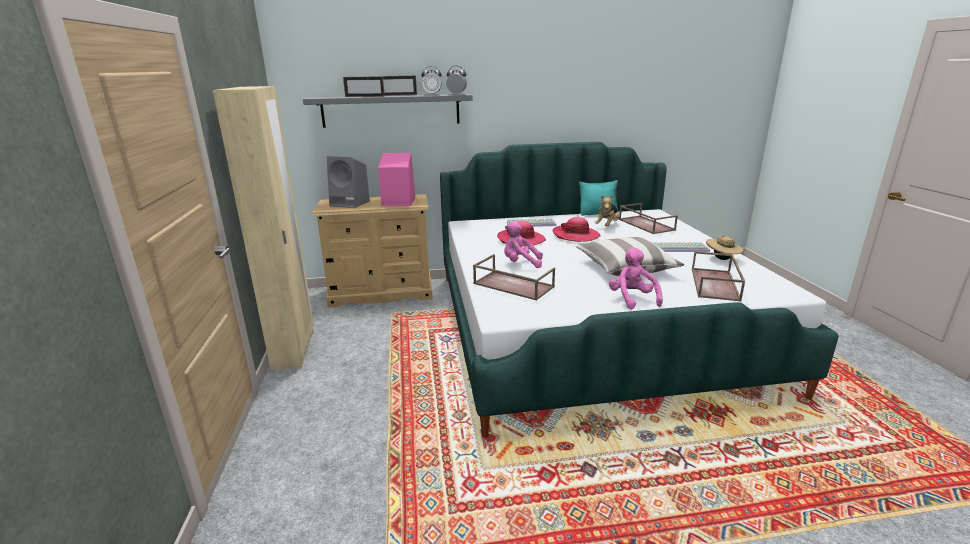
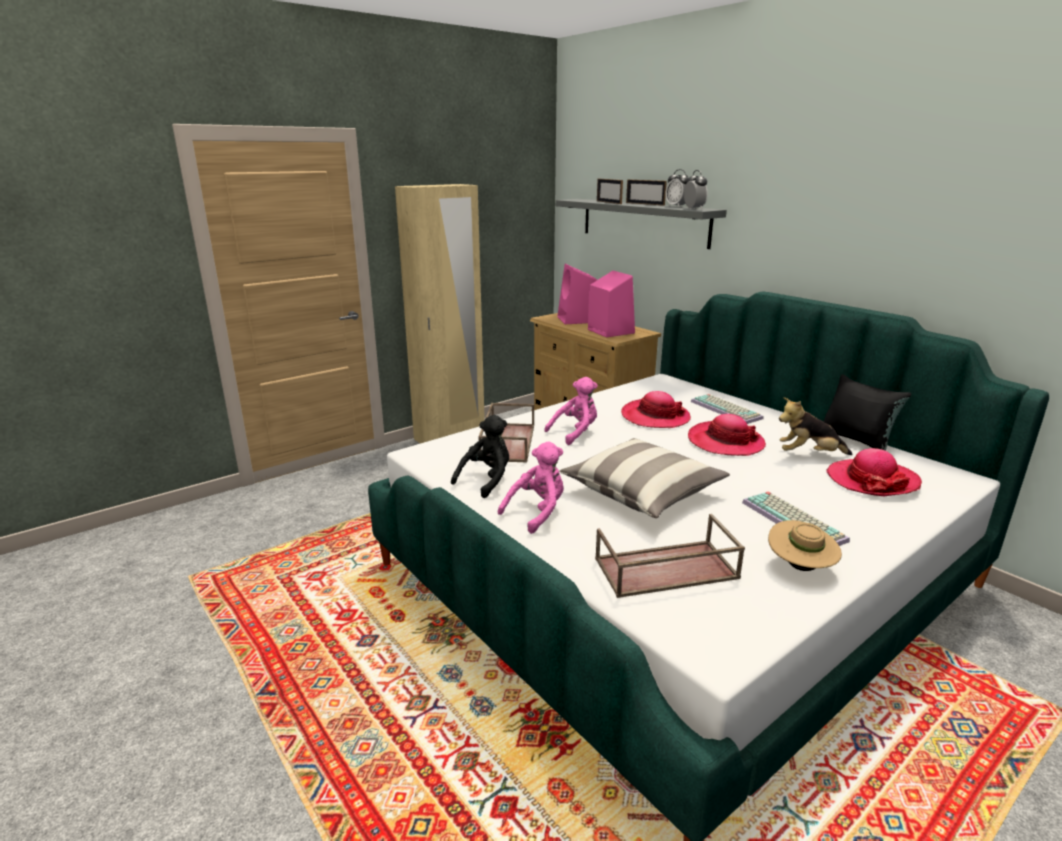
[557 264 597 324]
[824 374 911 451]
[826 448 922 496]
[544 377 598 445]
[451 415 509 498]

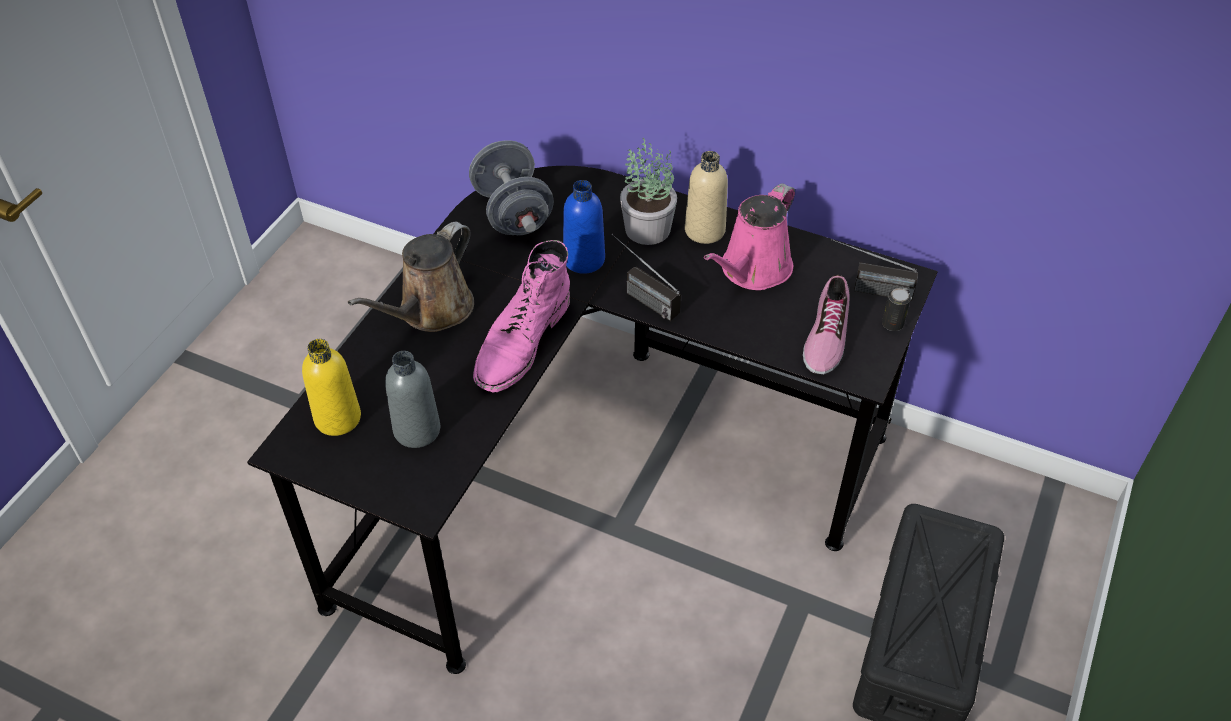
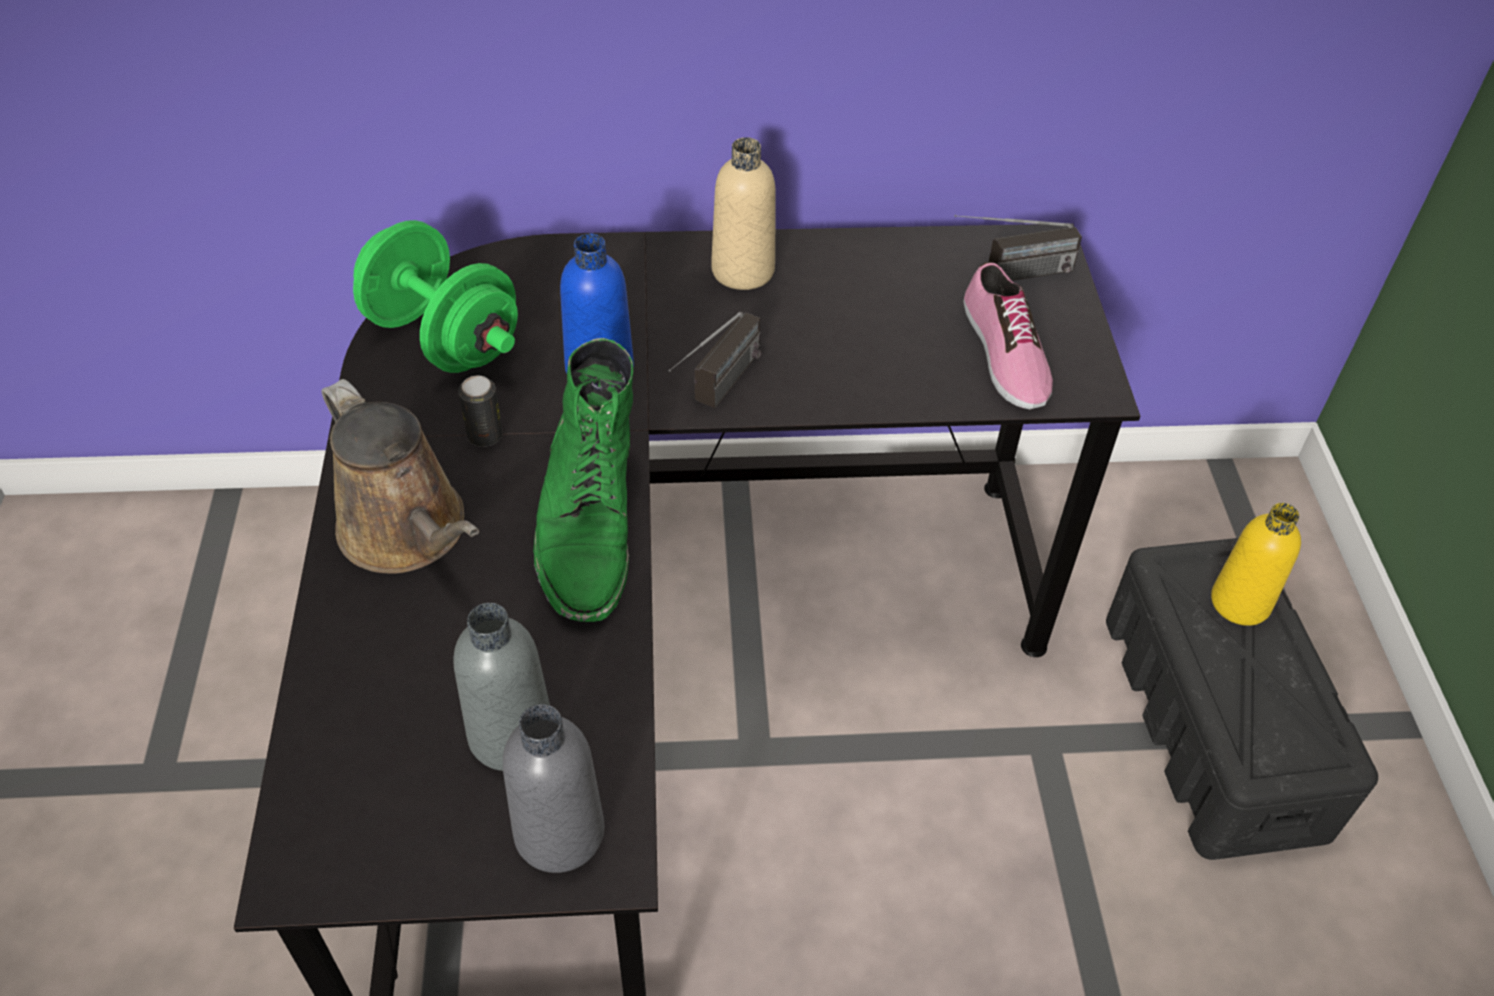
[620 138 677 245] (first image)
[353 220 518 373]
[704 183 795 290] (first image)
[321 379 479 573]
[668 312 762 408]
[533 338 633 622]
[458 375 503 447]
[1211 503 1301 626]
[503 704 604 873]

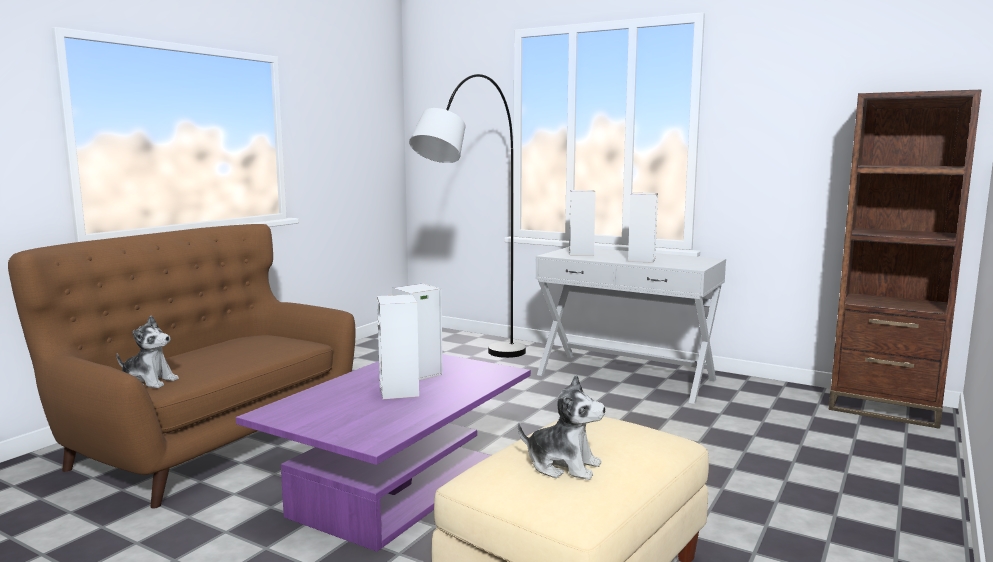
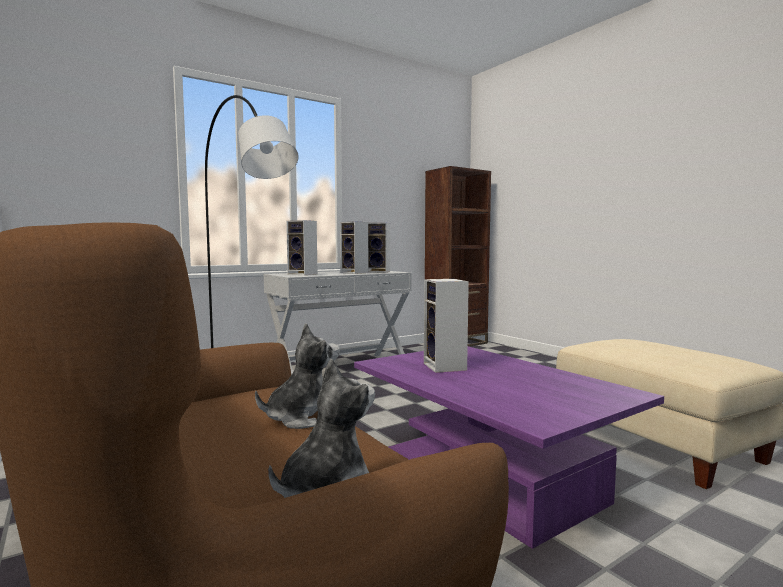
[368 223 390 272]
[255 323 340 429]

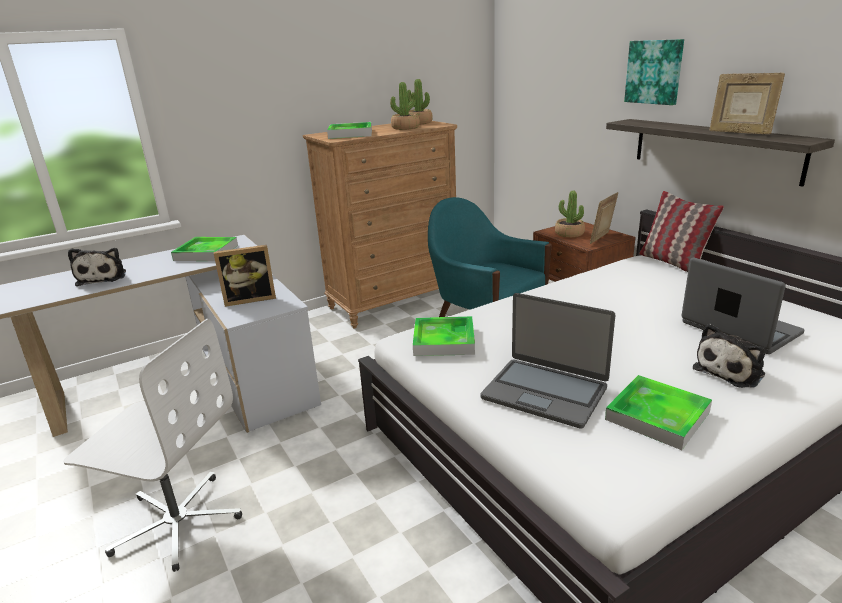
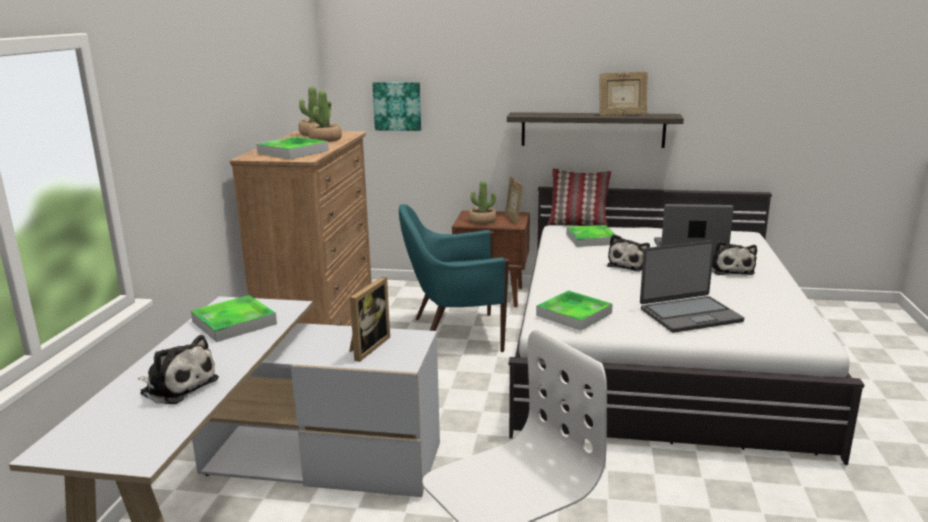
[372 82 421 131]
[566 225 616 247]
[607 234 650 272]

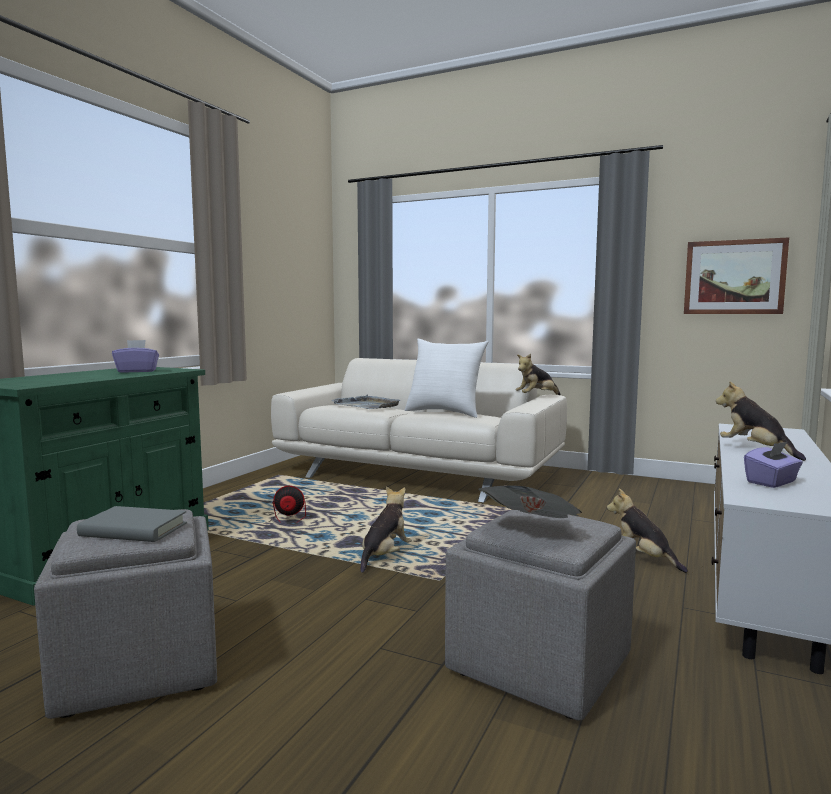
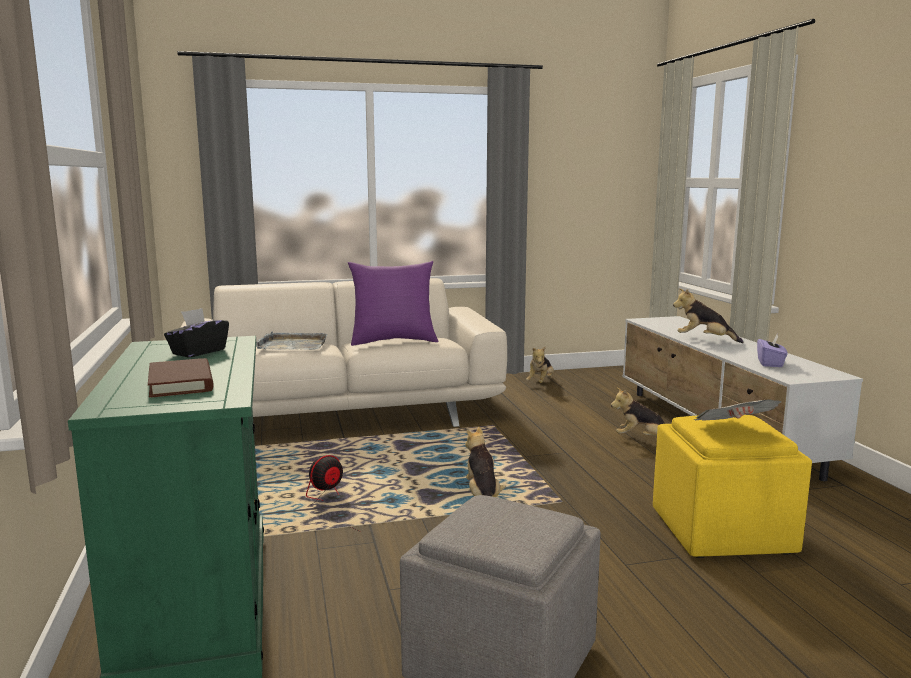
[684 237 789 314] (first image)
[348 261 438 346]
[164 308 229 358]
[526 346 554 383]
[77 506 187 542] (first image)
[653 415 812 558]
[148 358 214 398]

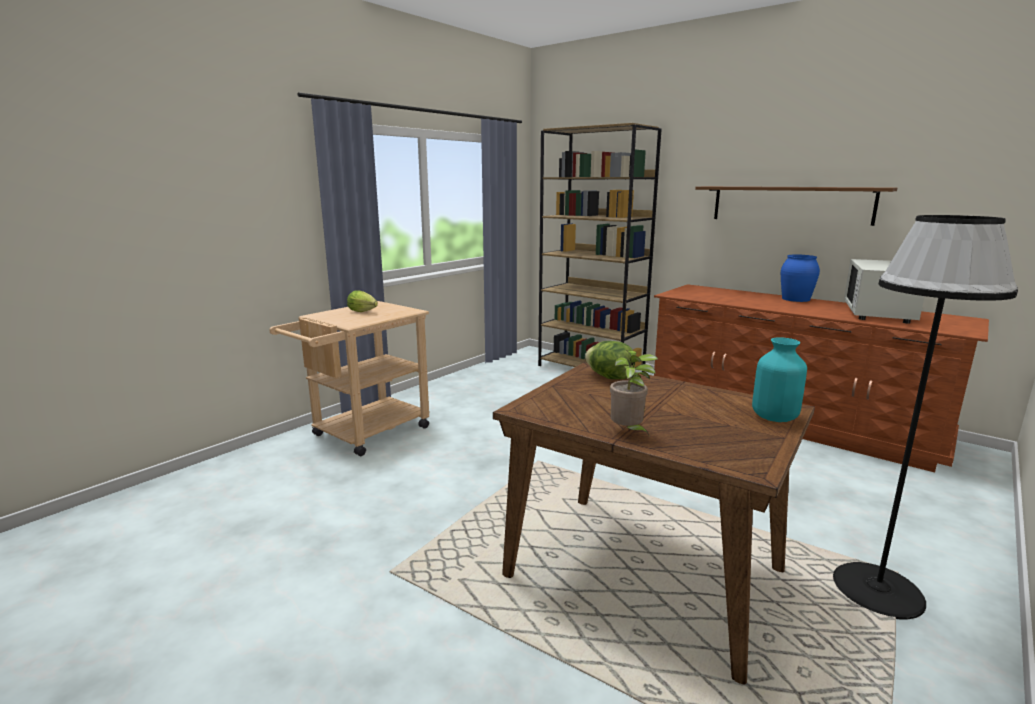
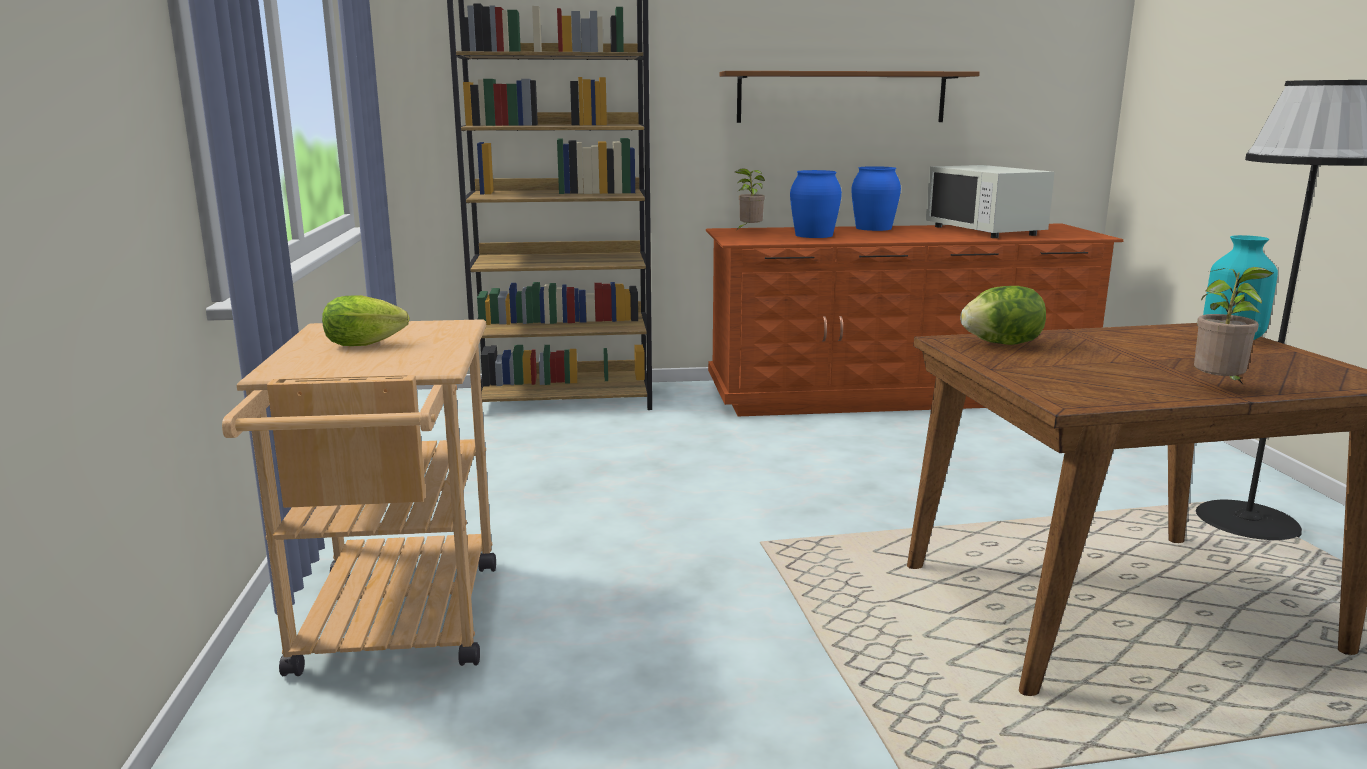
[735 169 765 230]
[790 170 842 238]

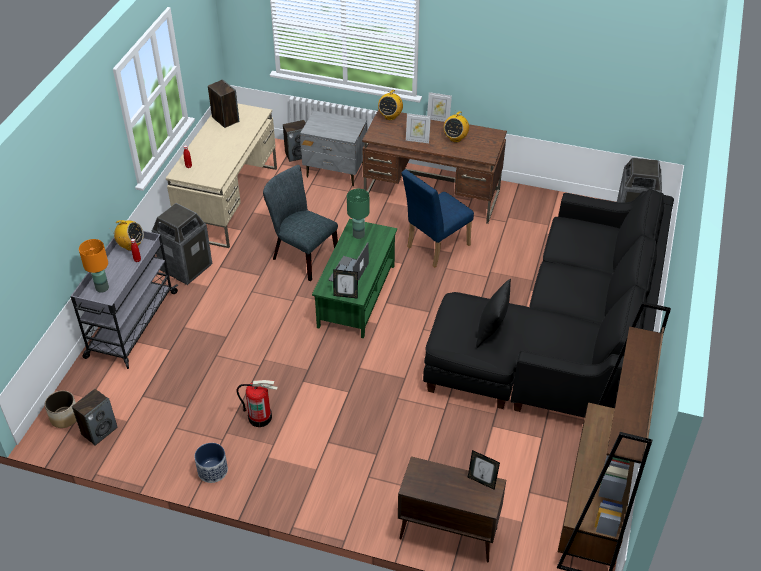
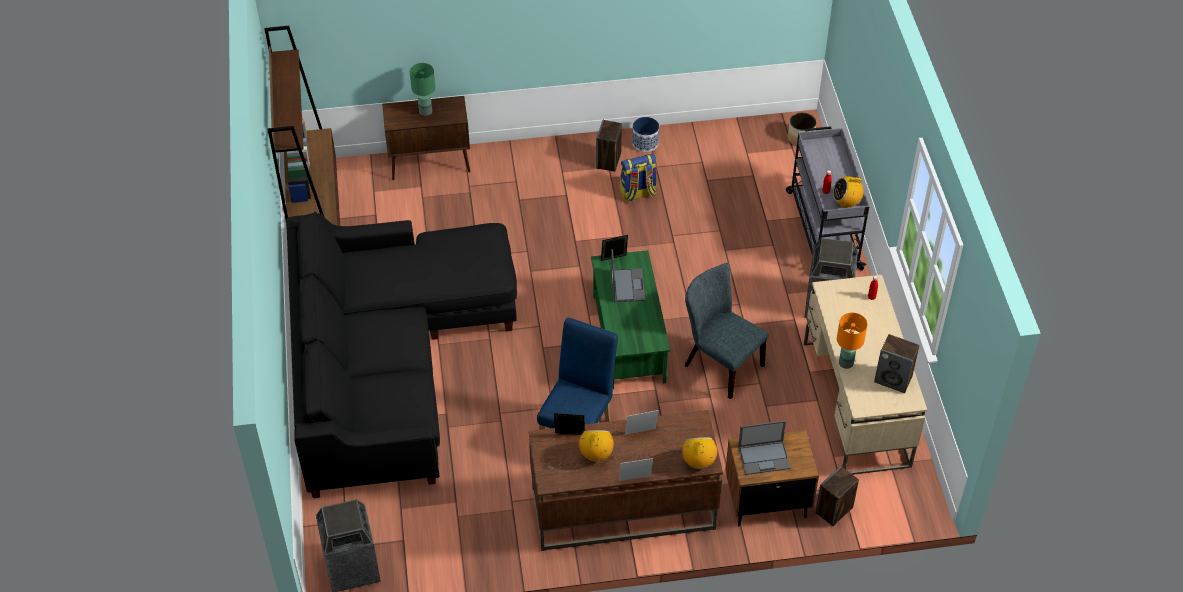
[725 430 819 526]
[685 263 768 399]
[410 63 435 116]
[837 313 867 369]
[476 279 511 348] (first image)
[620 154 657 202]
[596 120 622 172]
[554 413 585 435]
[738 420 791 475]

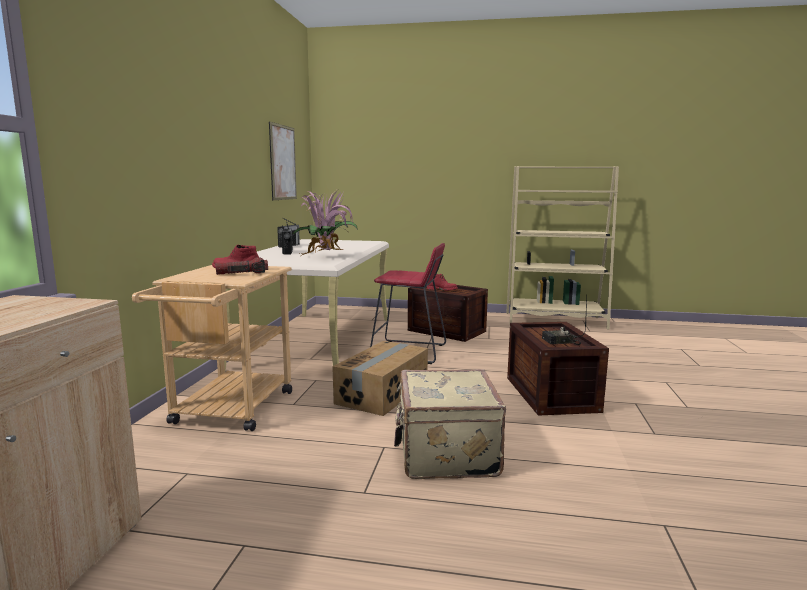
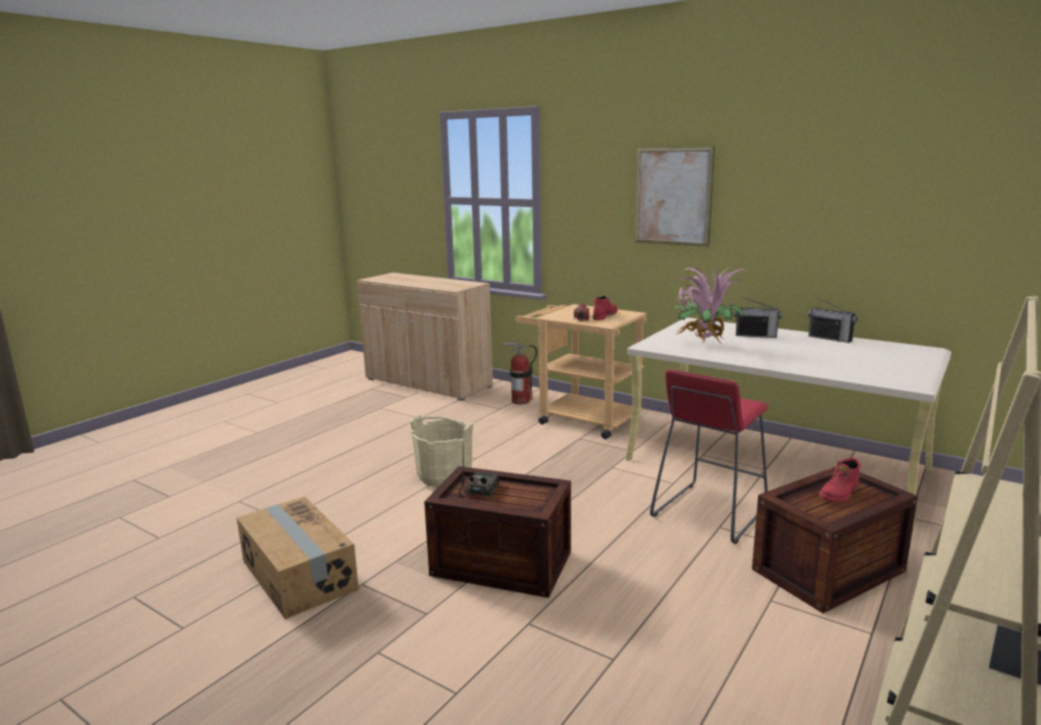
[635 147 715 247]
[237 497 359 619]
[410 415 474 487]
[502 343 537 404]

